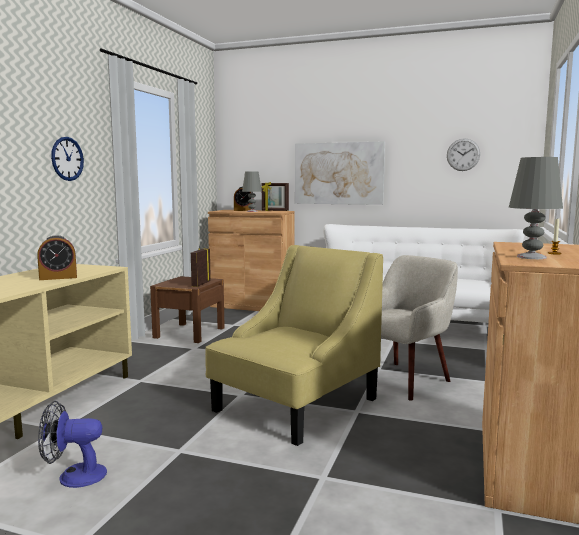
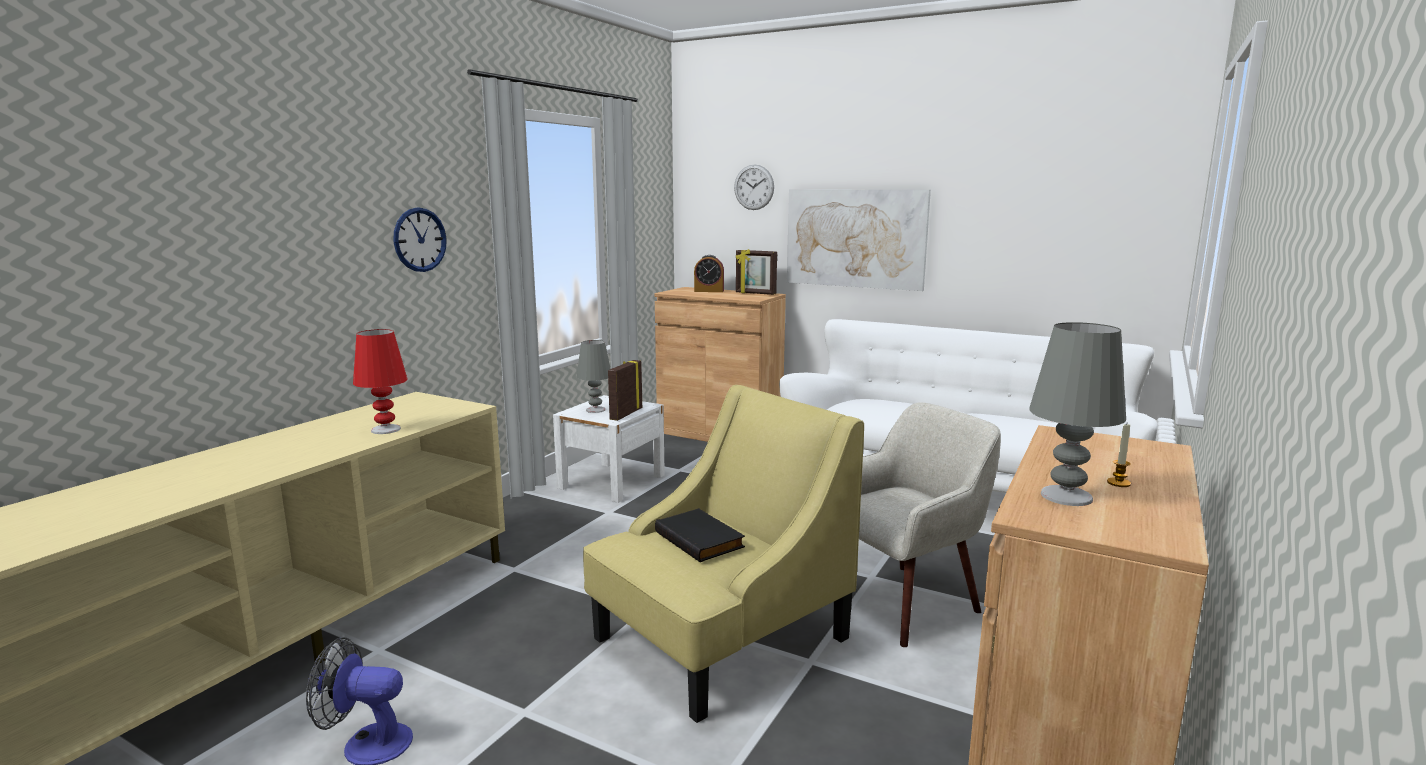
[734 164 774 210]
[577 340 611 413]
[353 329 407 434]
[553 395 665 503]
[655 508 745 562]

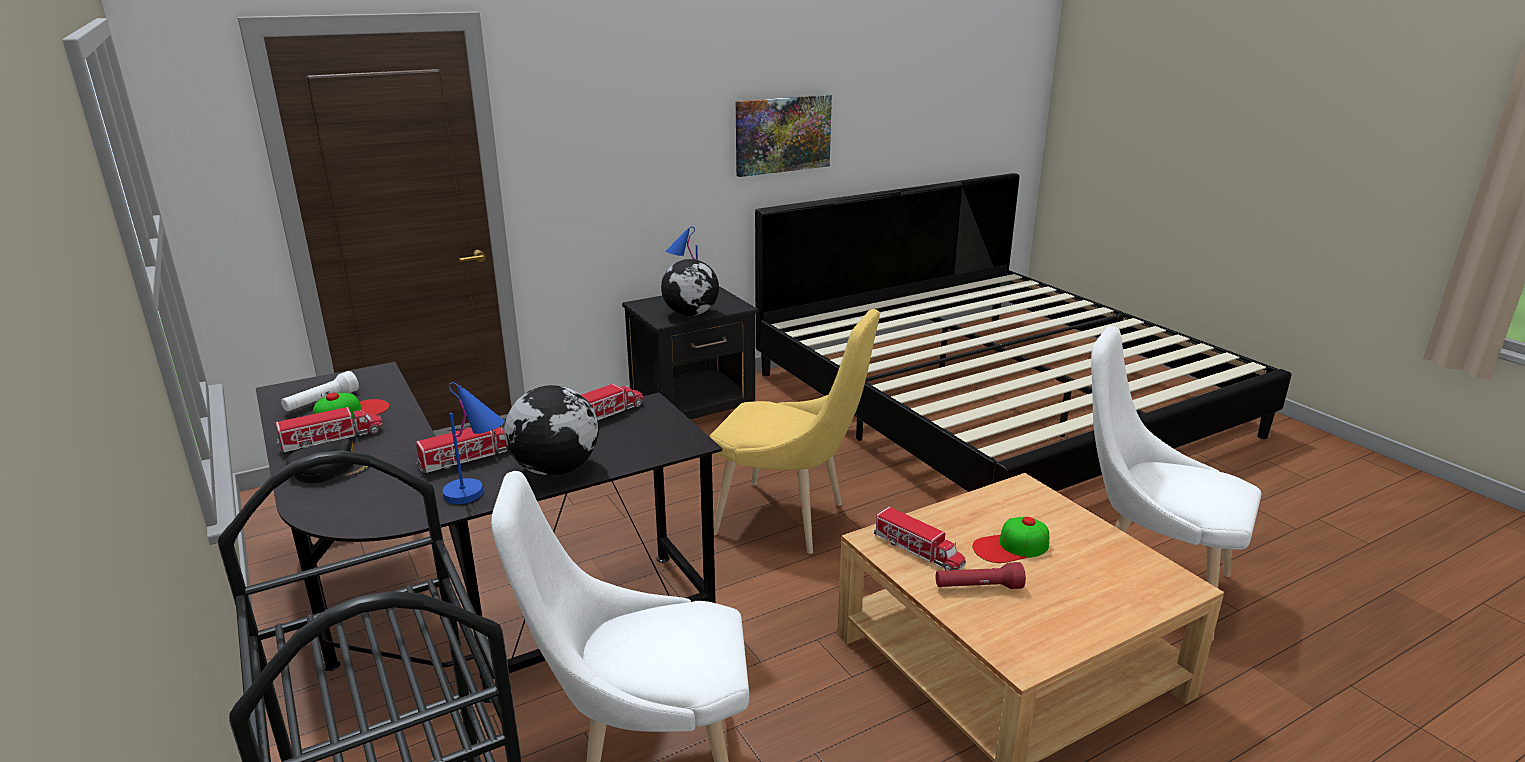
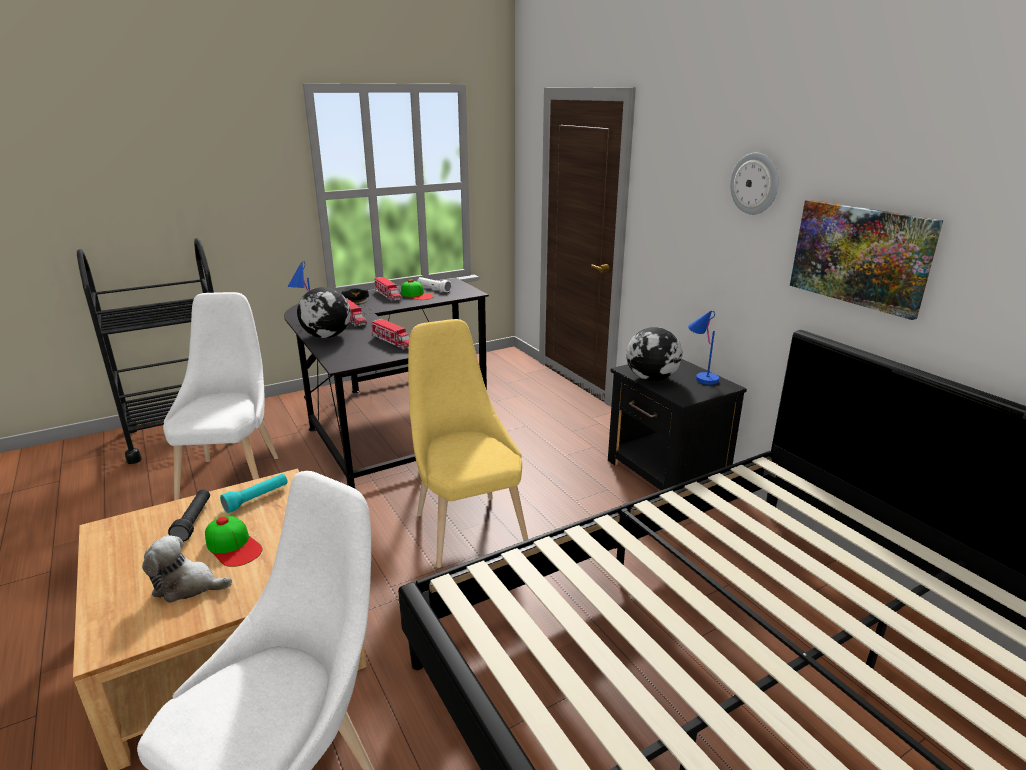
[408 319 528 568]
[220 474 288 513]
[205 516 262 567]
[168 489 210 542]
[730 153 779 215]
[142 535 232 603]

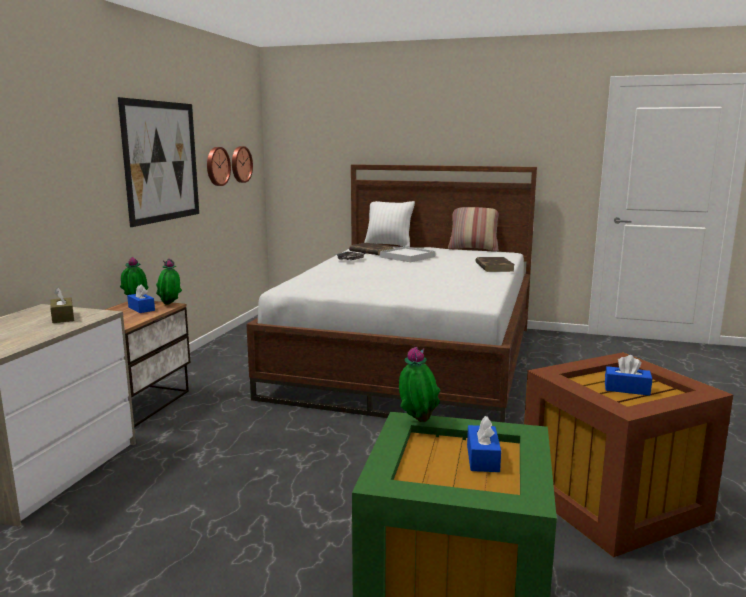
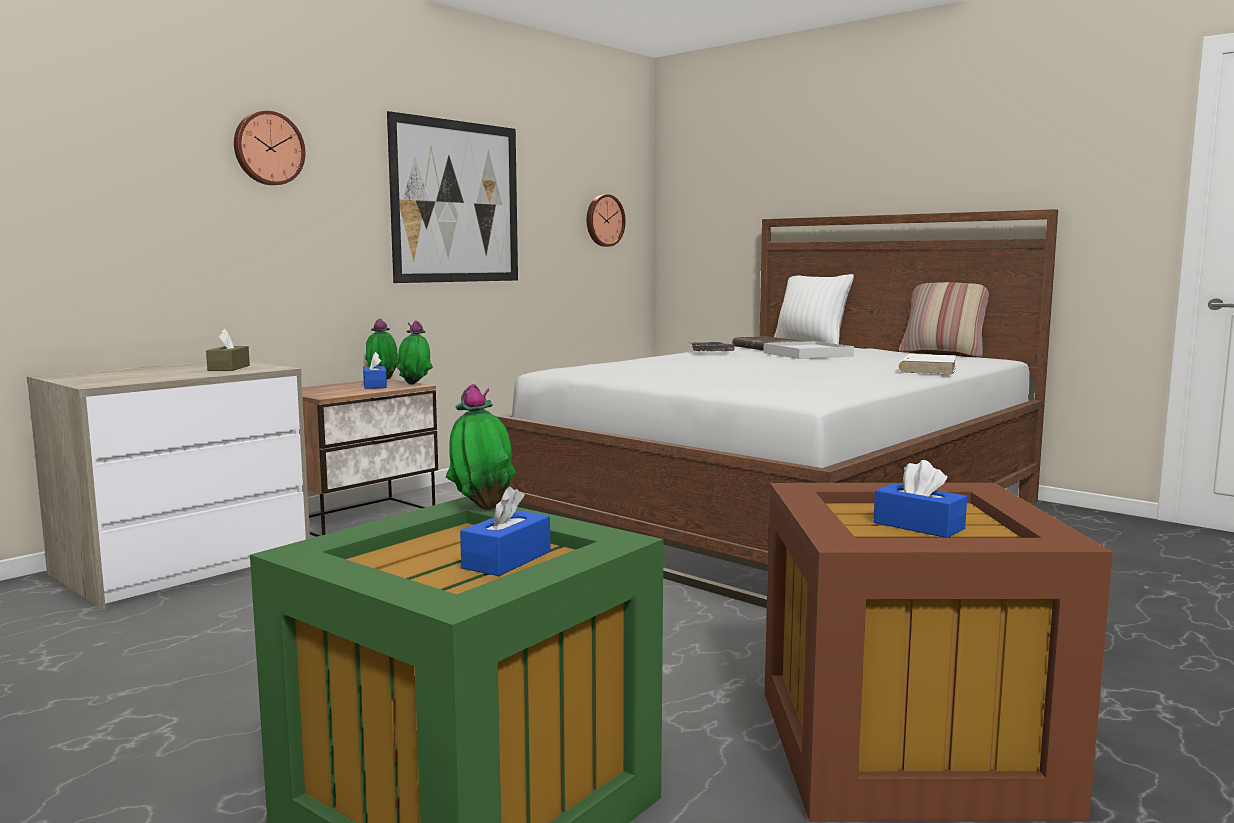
[234 111 306 185]
[898 354 957 375]

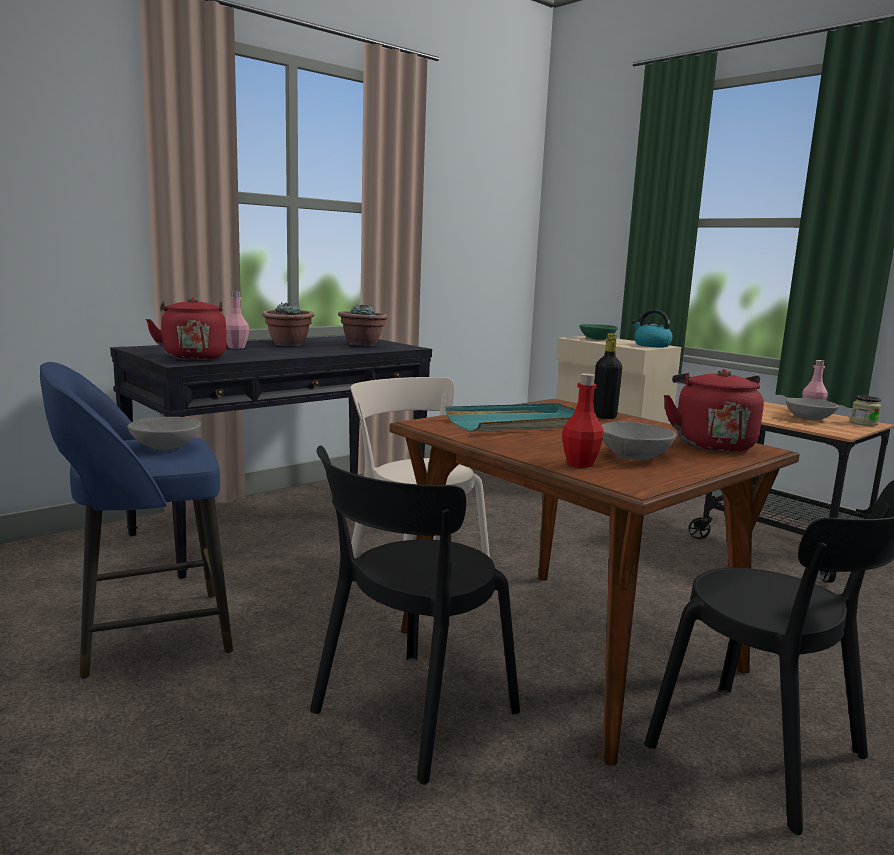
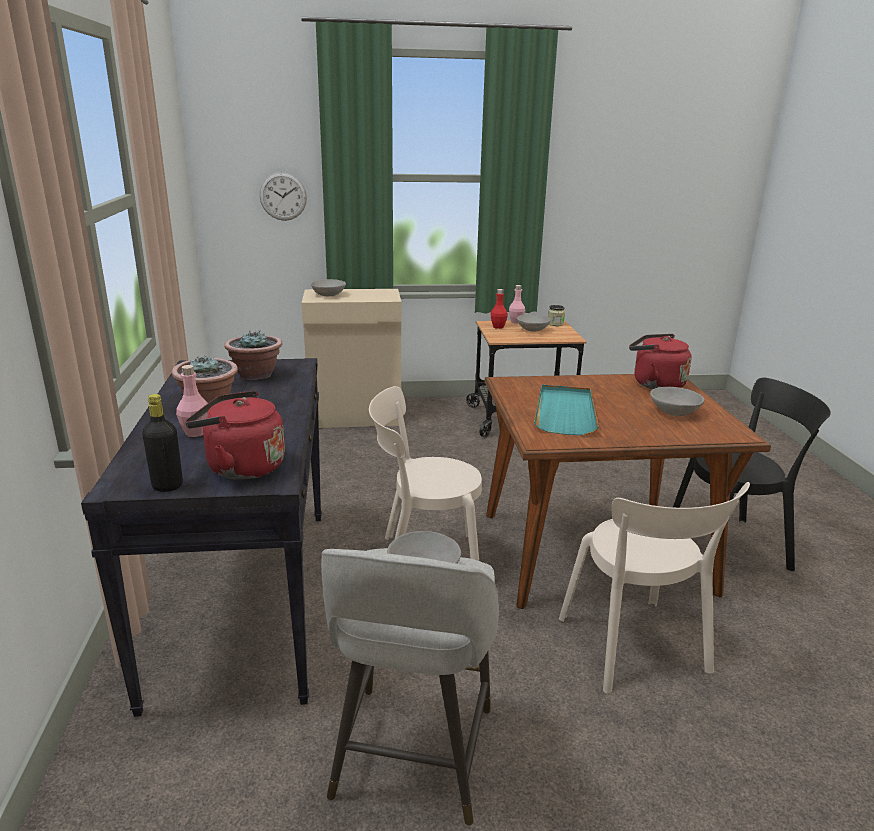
[632 310 673 347] (first image)
[311 279 346 296]
[142 394 183 492]
[321 548 499 825]
[490 289 508 329]
[559 482 750 693]
[259 172 307 221]

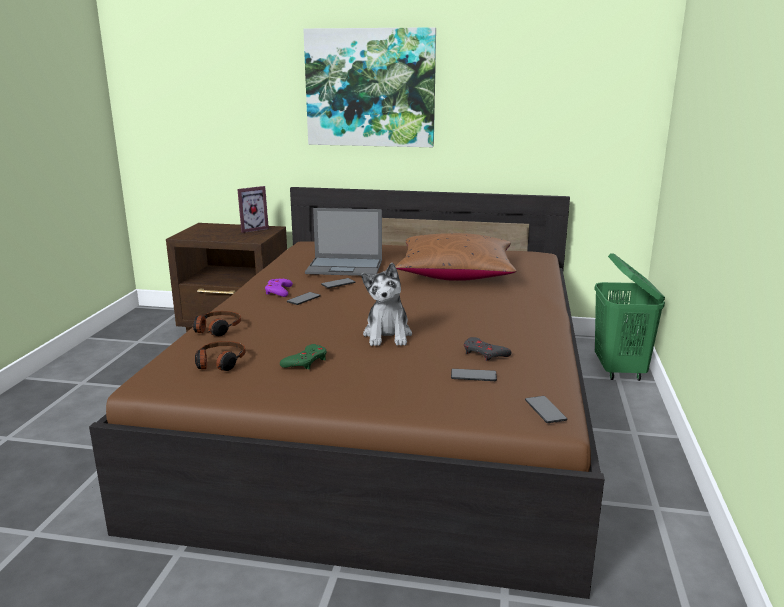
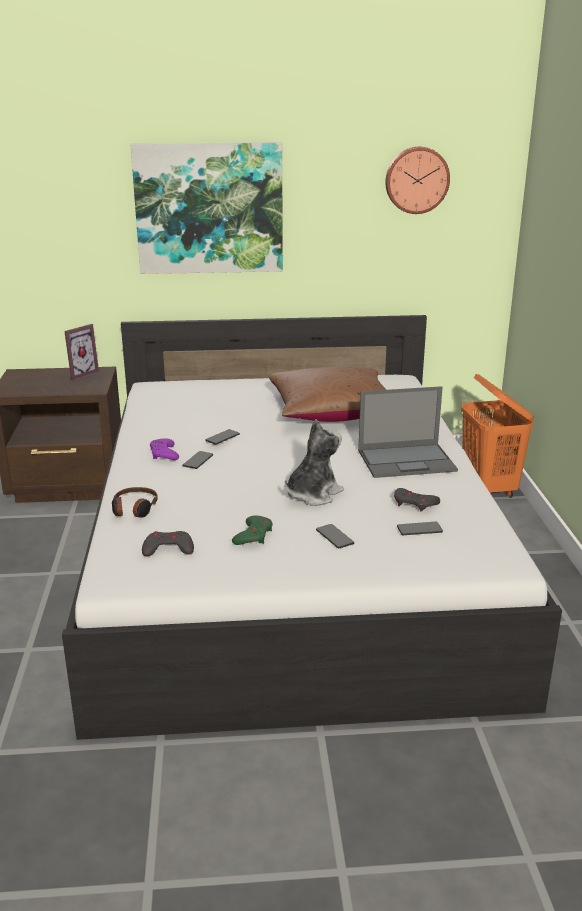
[62 315 562 740]
[358 386 458 478]
[461 374 534 498]
[285 419 344 506]
[142 531 194 556]
[316 524 354 549]
[385 147 450 214]

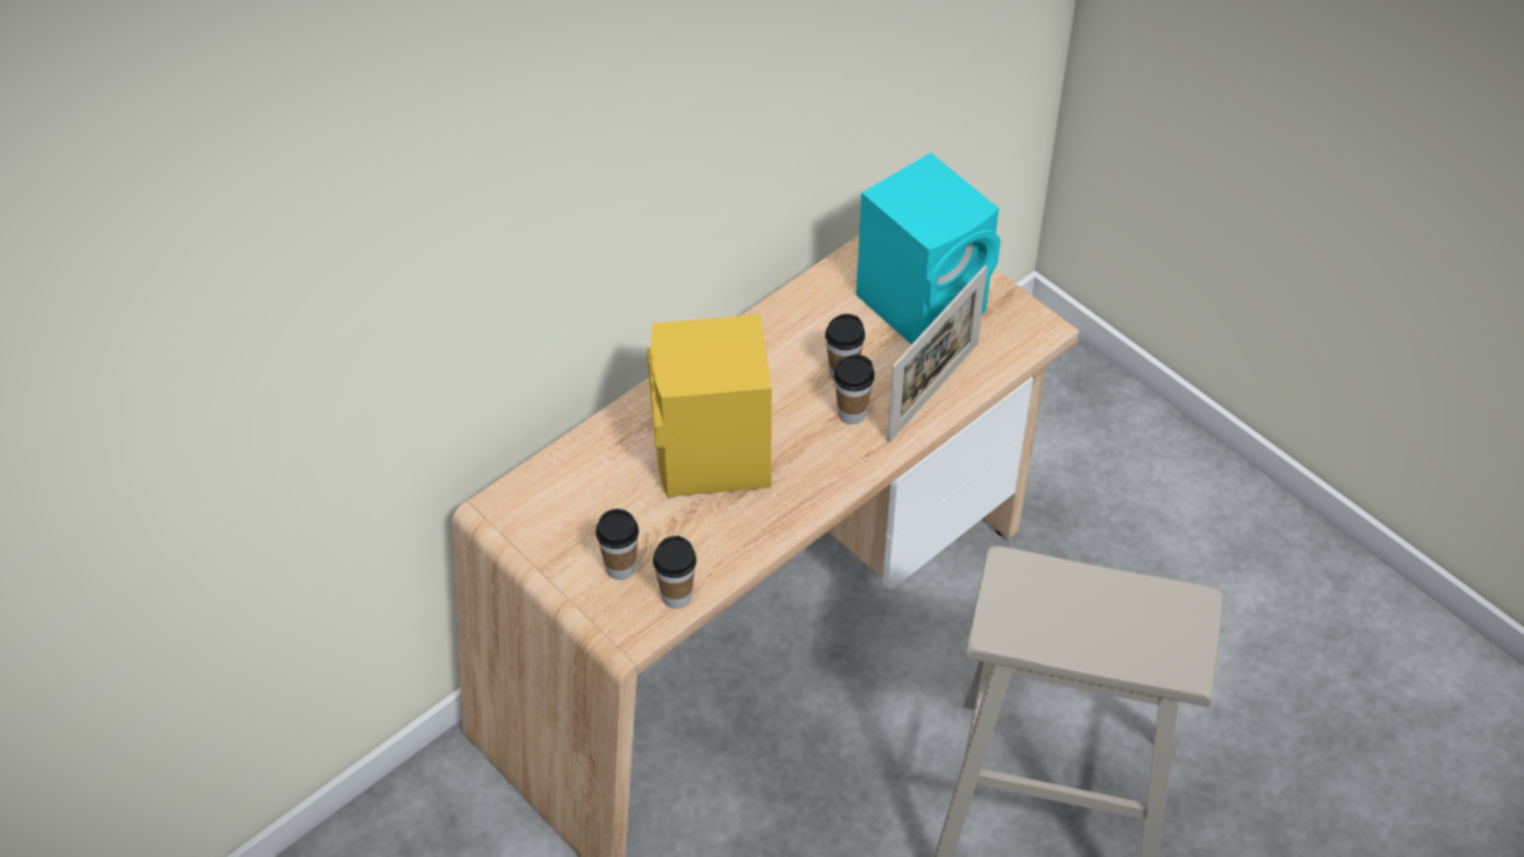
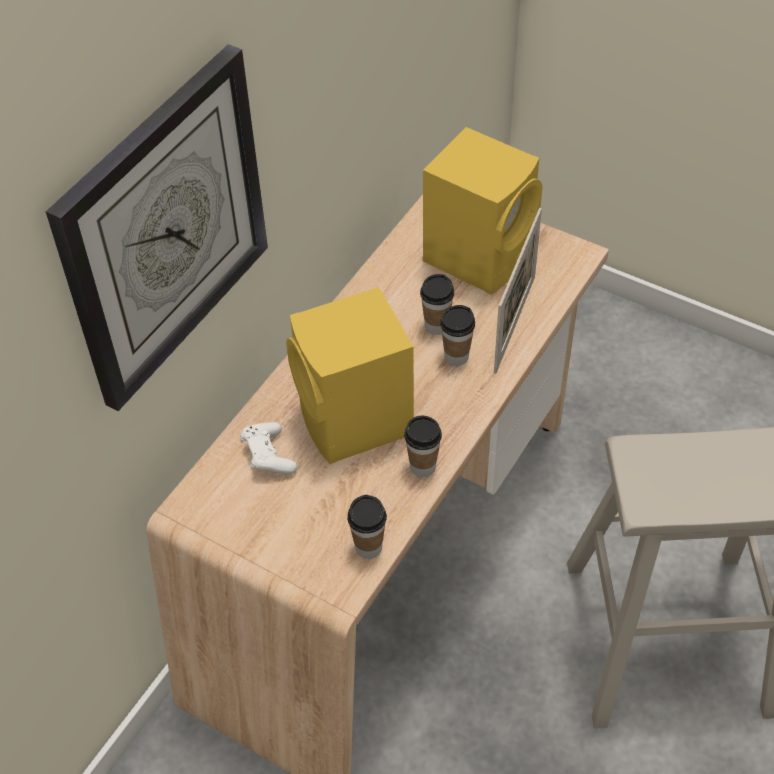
[423 127 543 295]
[404 416 442 477]
[46 44 268 411]
[240 422 298 475]

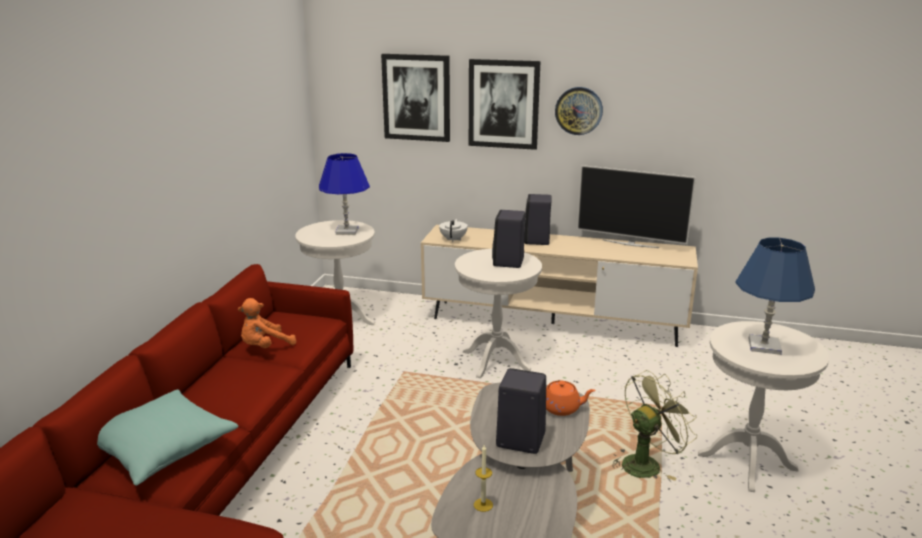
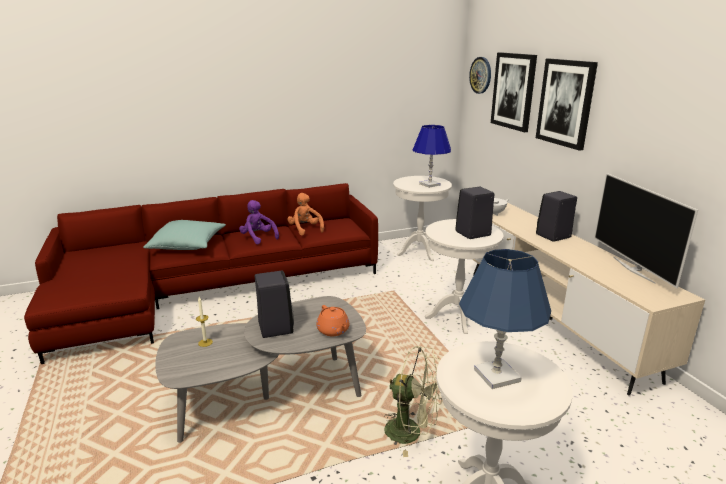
[469 57 491 94]
[287 193 324 236]
[239 200 279 245]

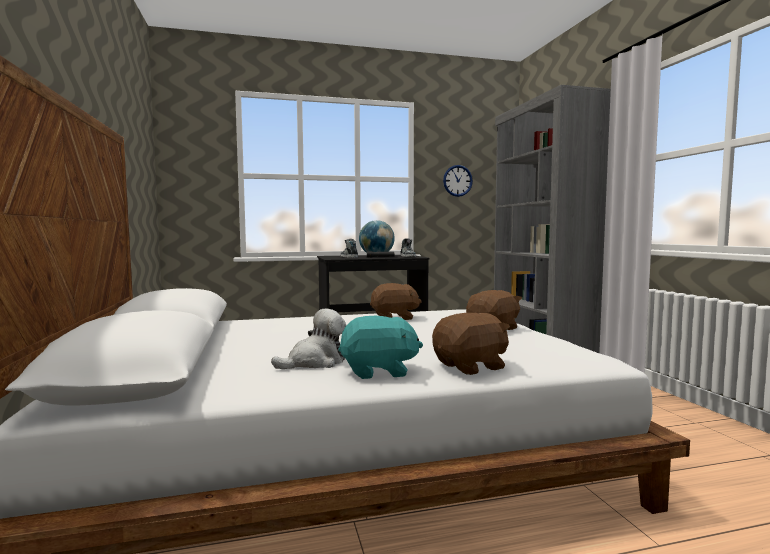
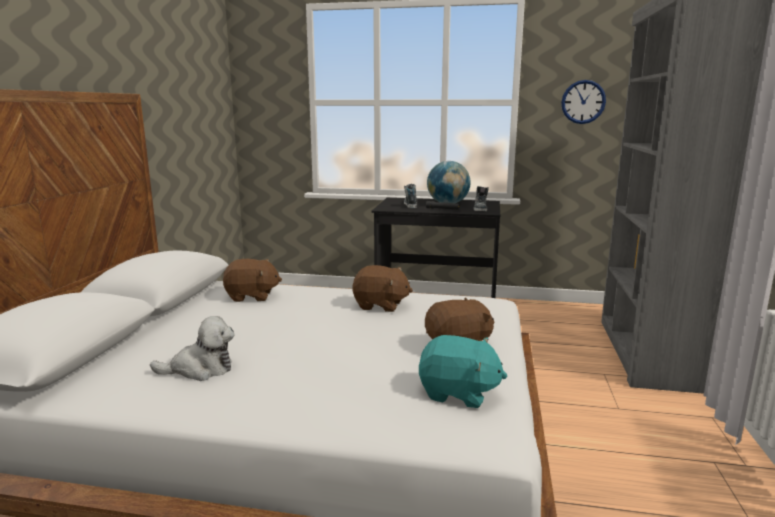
[223 259 282 302]
[419 335 507 408]

